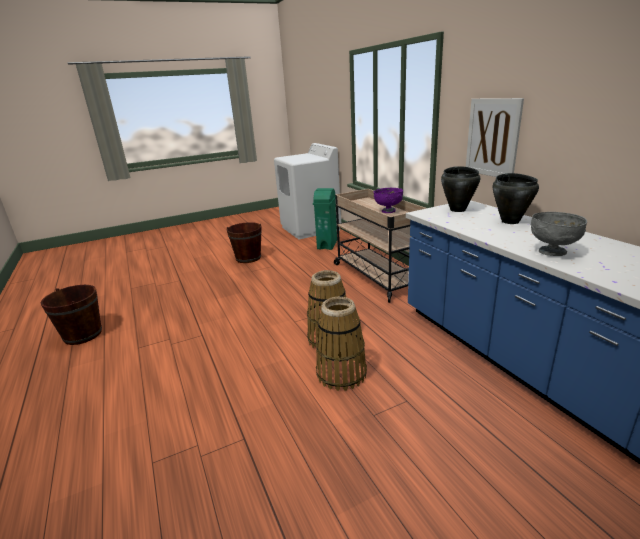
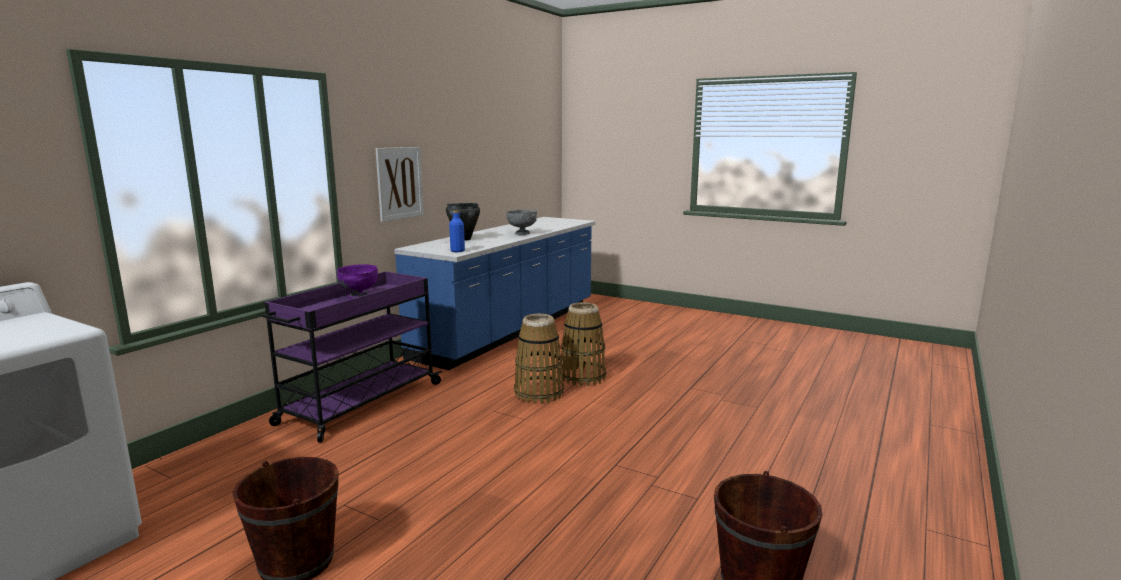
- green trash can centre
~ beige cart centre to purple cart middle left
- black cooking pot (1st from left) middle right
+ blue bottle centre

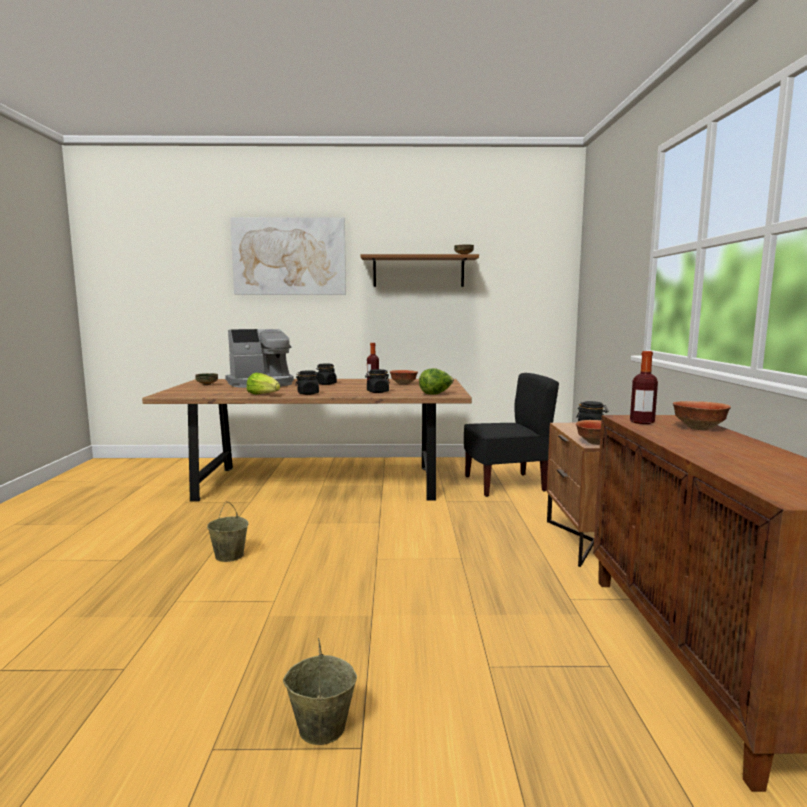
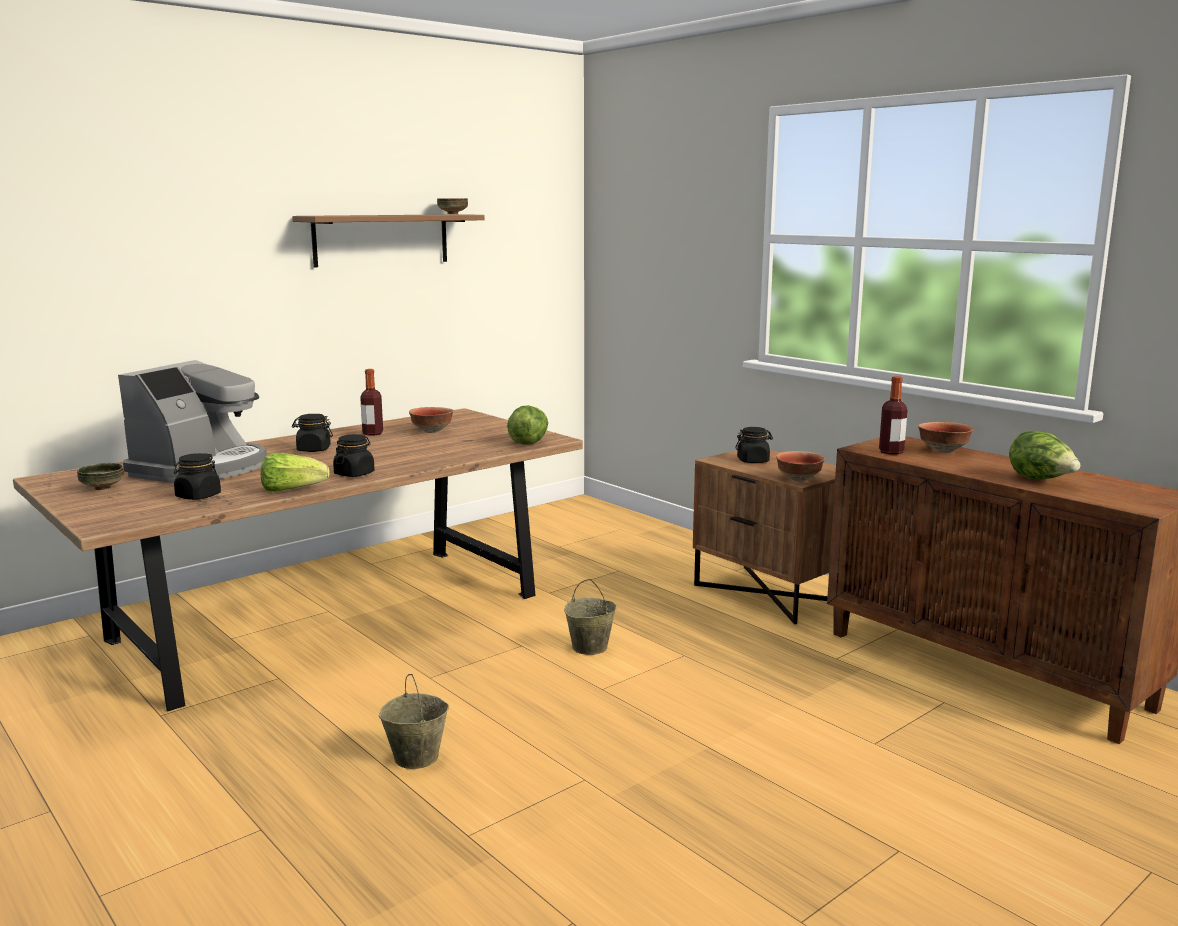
- picture top centre
~ beige bucket (2nd from left) bottom centre to centre
~ black jar (3rd from left in the first image) centre to black jar (1st from left) middle left
- black chair centre
+ lettuce (3rd from left) middle right

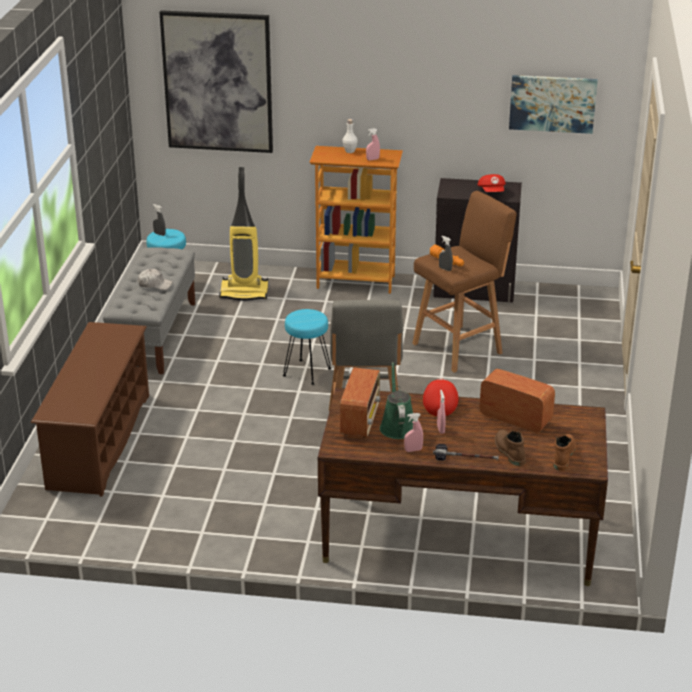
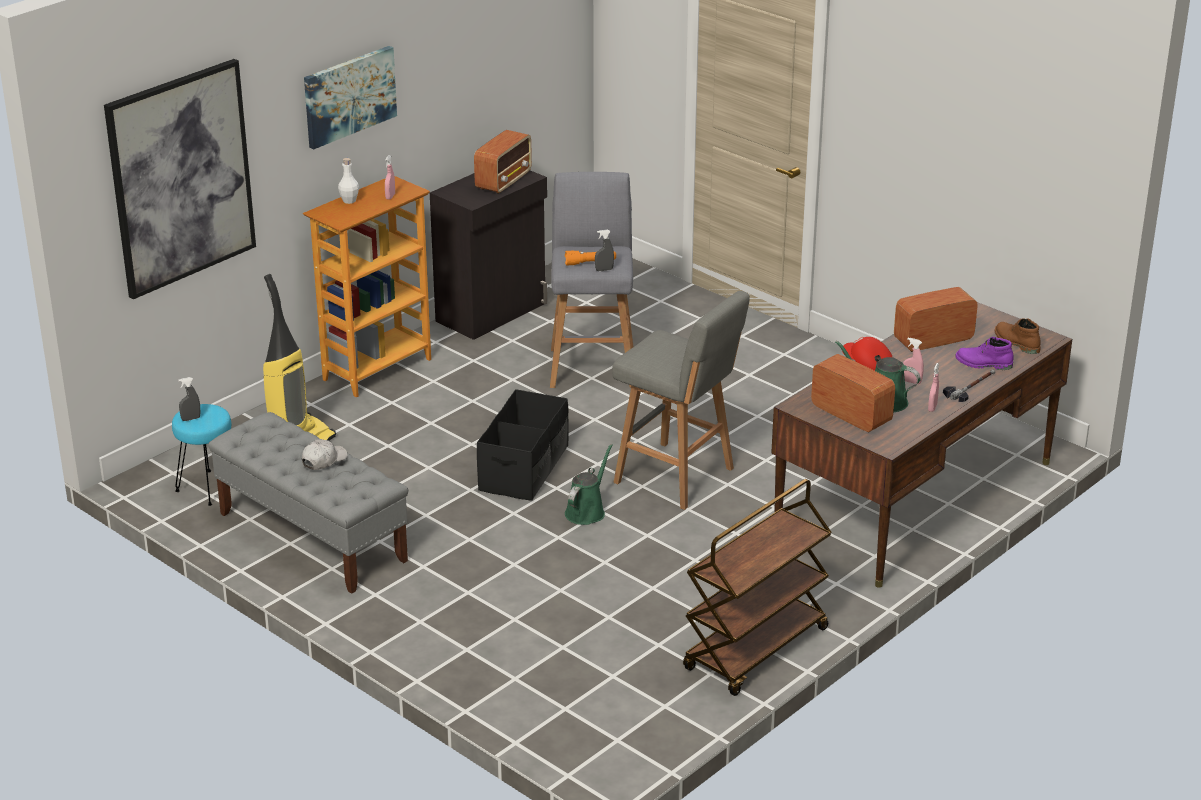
- brown shoe rack middle left
~ turquoise stool (2nd from left) centre to black storage box centre
~ brown stool middle right to grey stool (1st from left) centre
~ red cap (2nd from left) top right to radio (1st from left) top centre
~ brown boot (1st from left) middle right to purple boot middle right
~ picture (2nd from left) top right to top left
+ green watering can (1st from left) centre
+ brown cart bottom centre

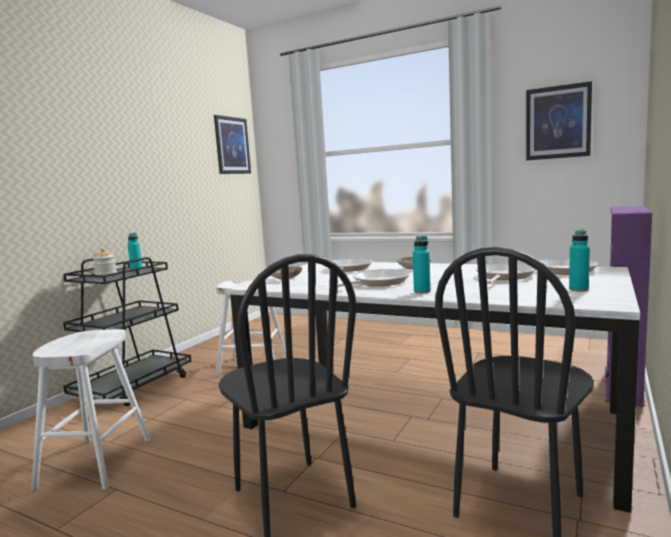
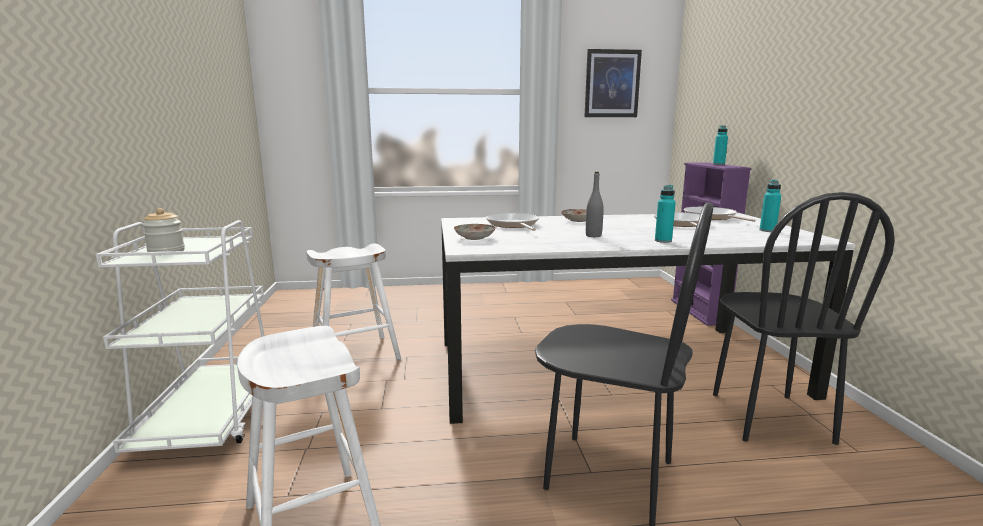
~ black cart middle left to white cart middle left
~ turquoise bottle (1st from left in the first image) middle left to turquoise bottle (2nd from left) top right
- picture (1st from left) top centre
~ frying pan (2nd from left) centre to grey bottle centre

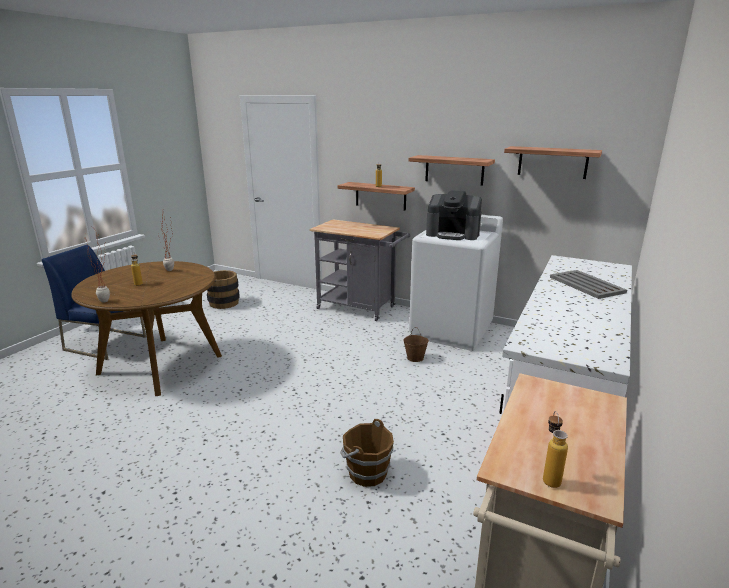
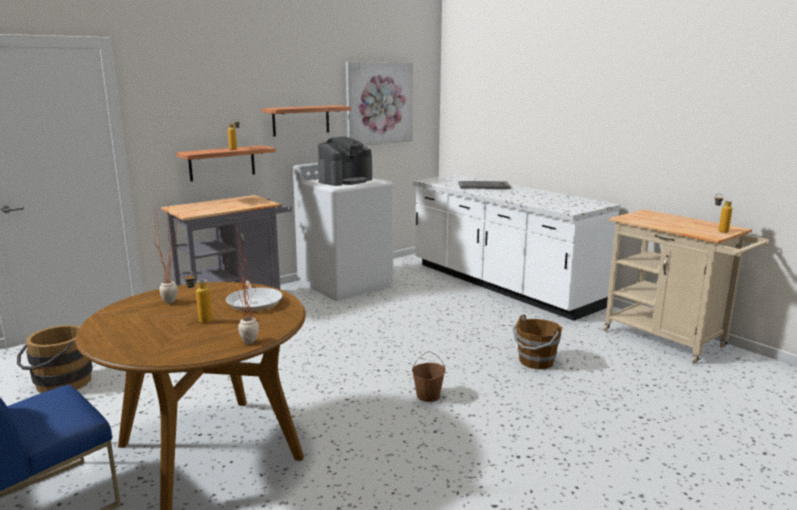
~ brown bucket (3rd from left in the first image) centre to brown bucket (2nd from left) bottom centre
~ shelf (3rd from left) top right to picture top centre
+ frying pan middle left

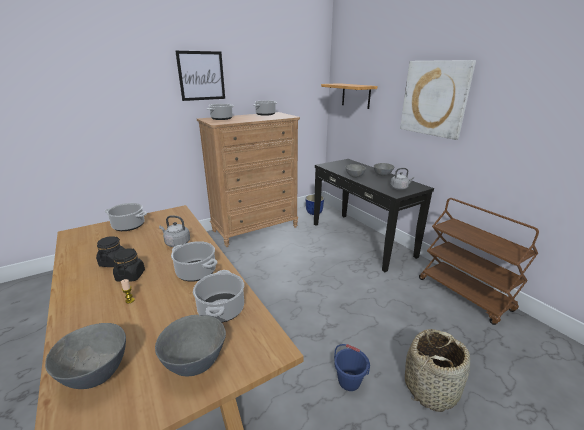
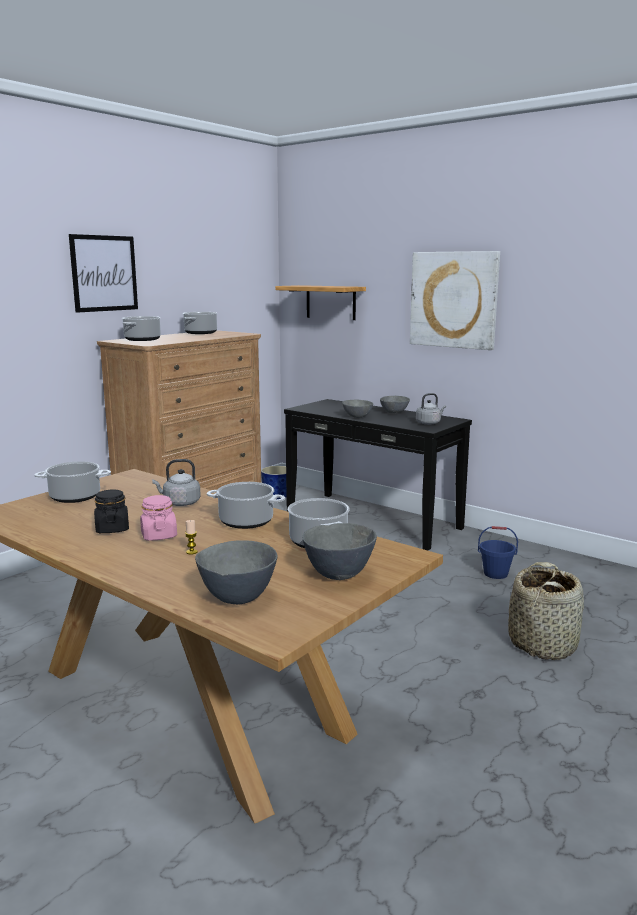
~ black jar (2nd from left) middle left to pink jar middle left
~ blue bucket bottom centre to middle right
- brown cart middle right

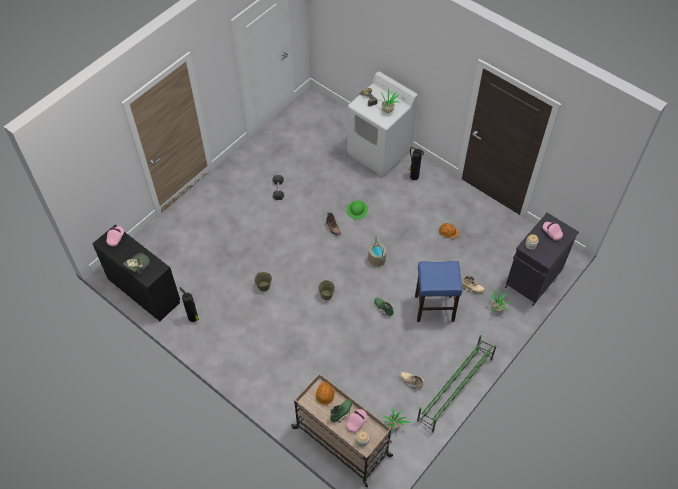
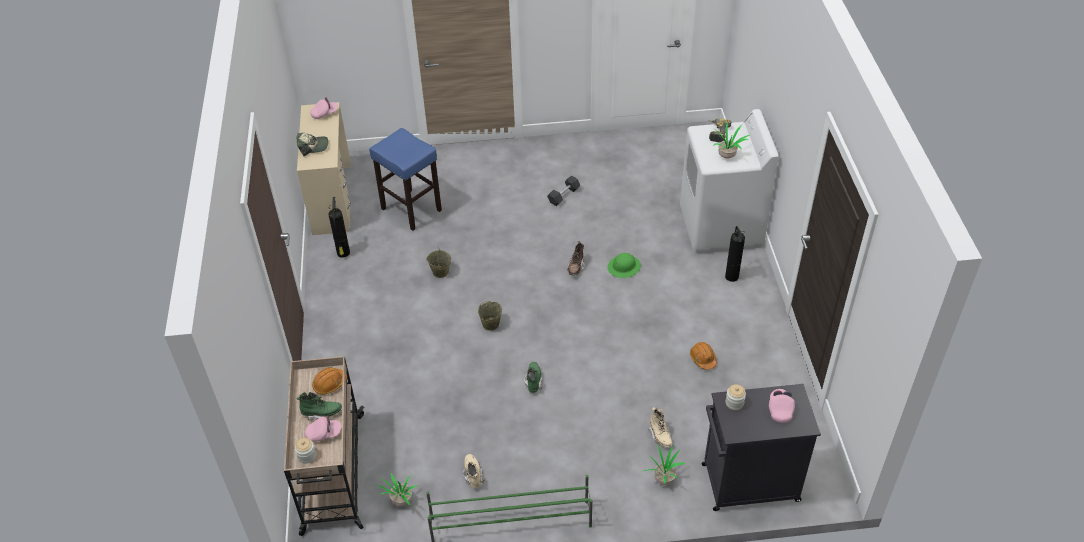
~ black desk middle left to beige desk top left
- beige bucket (3rd from left) centre
~ blue stool centre to top centre

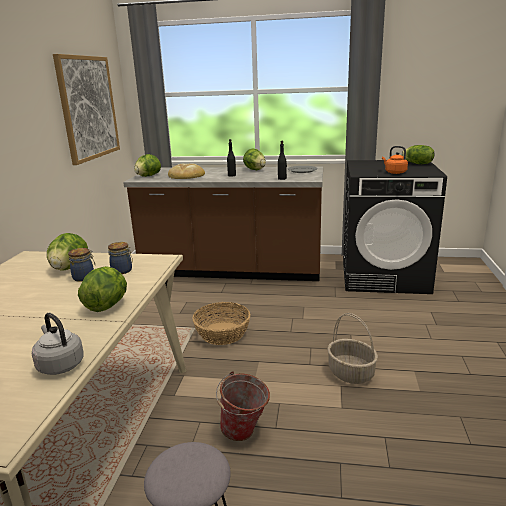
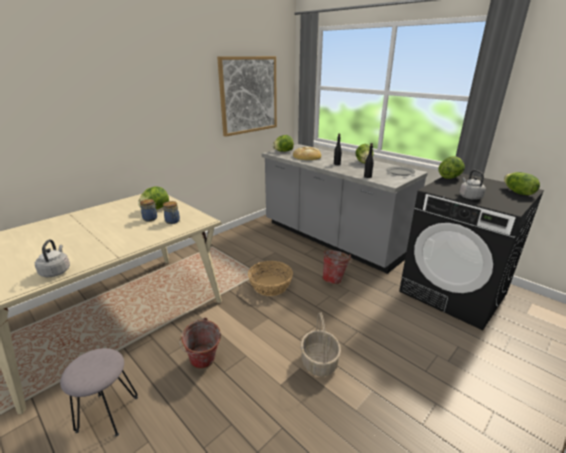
~ lettuce (2nd from left in the first image) middle left to lettuce (4th from left) middle right
~ brown counter centre to grey counter centre
~ orange kettle top right to grey kettle (2nd from left) middle right
+ bucket (2nd from left) centre

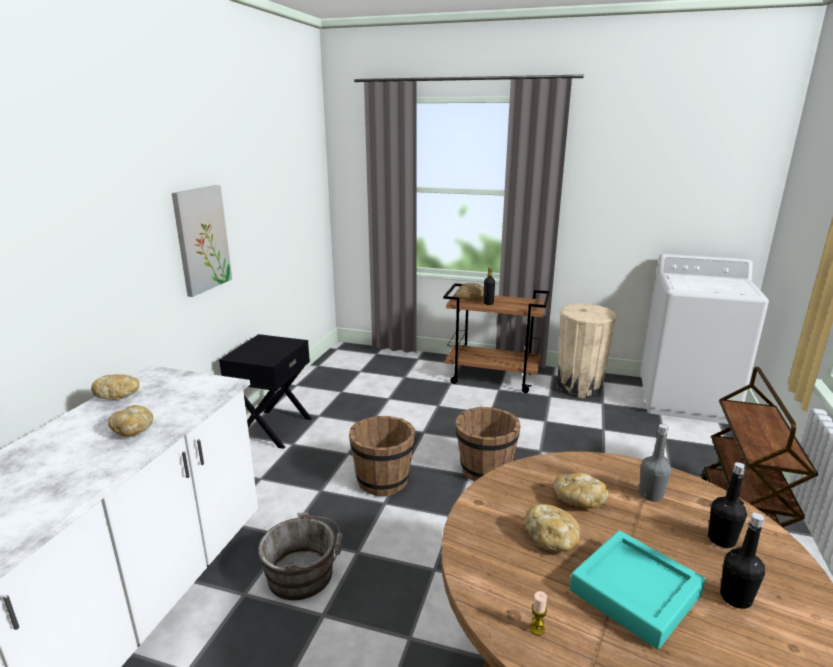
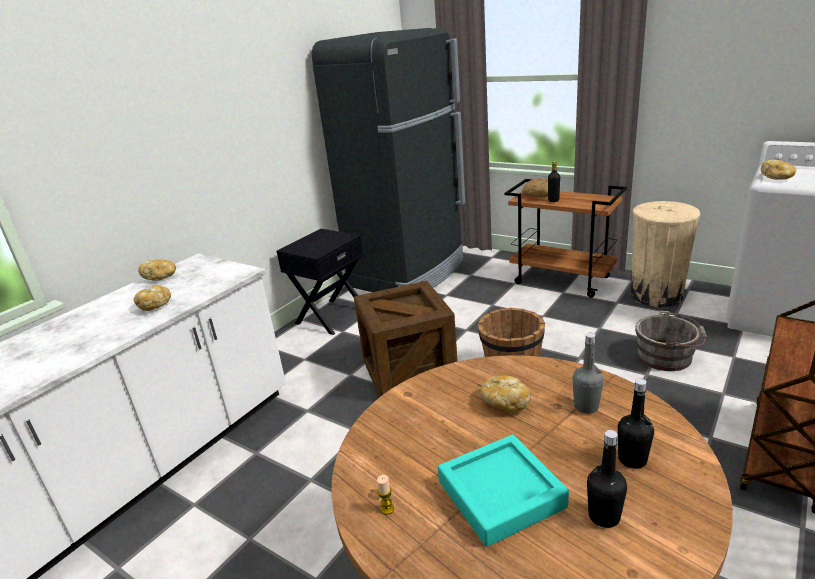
- picture middle left
~ grey bucket bottom centre to middle right
~ brown bucket (1st from left) bottom centre to crate centre
~ bread (4th from left in the first image) bottom centre to bread (5th from left) top right
+ black fridge top centre

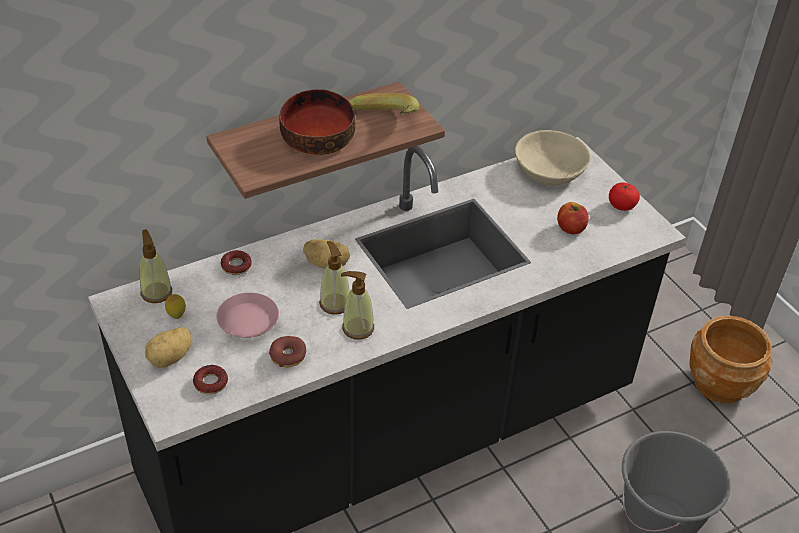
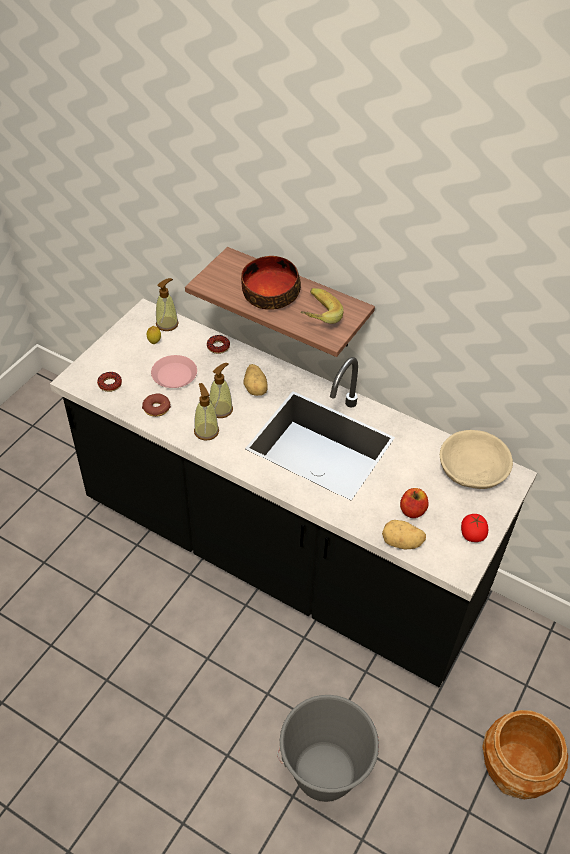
~ potato (1st from left in the first image) middle left to potato (2nd from left) middle right

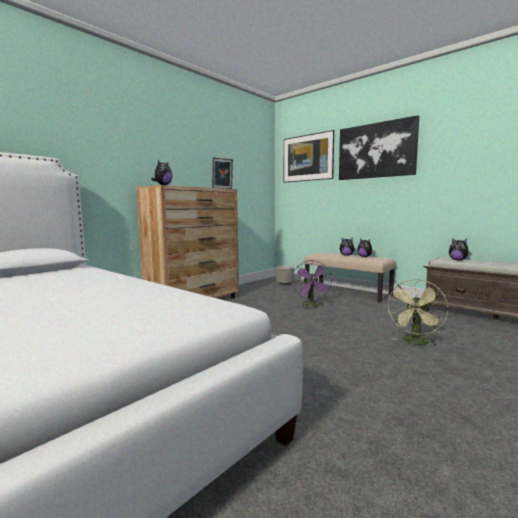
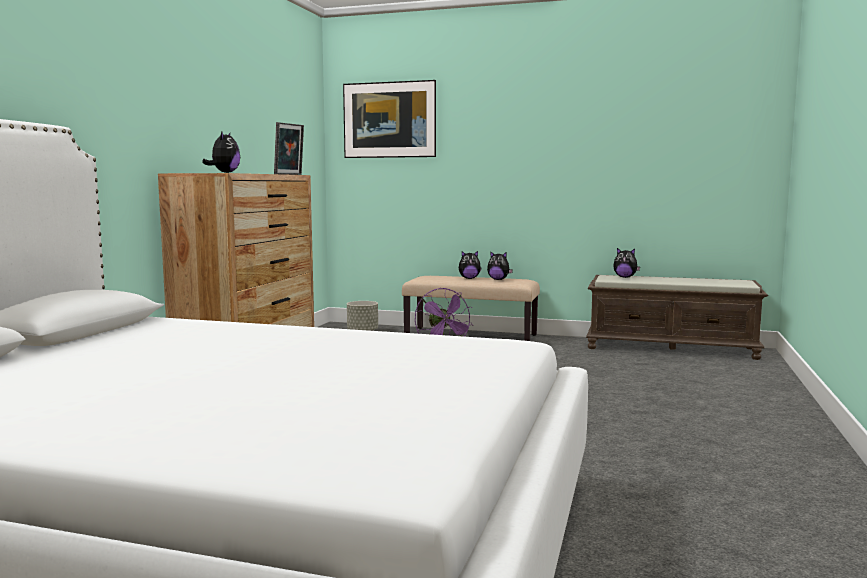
- picture (2nd from left) top right
- green fan middle right

